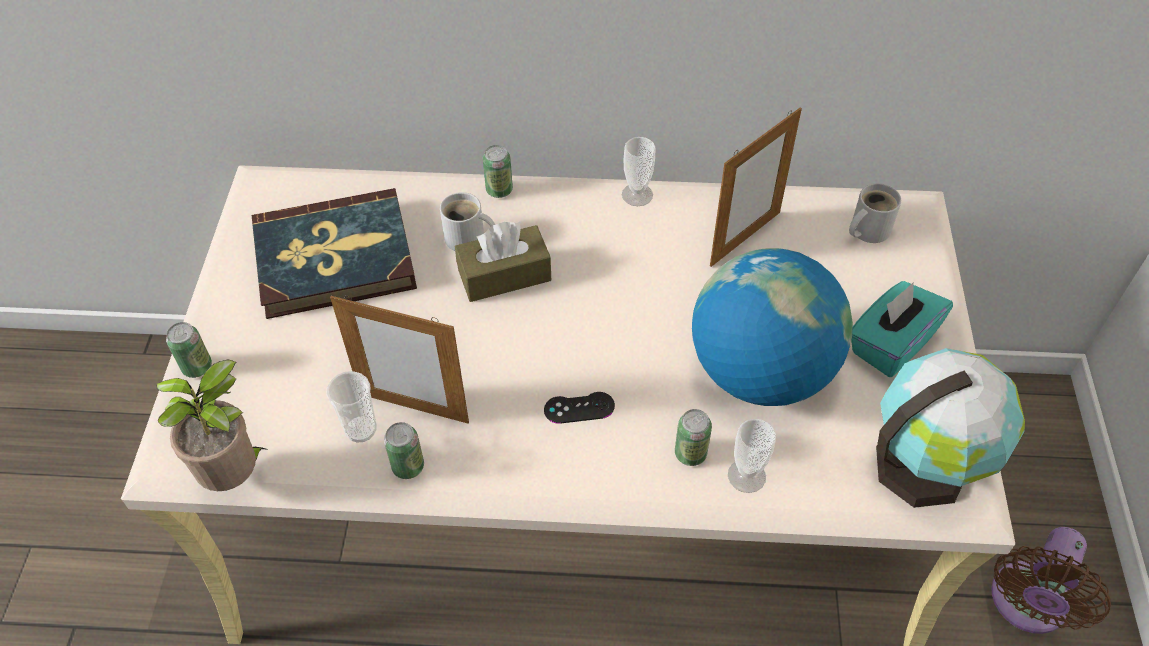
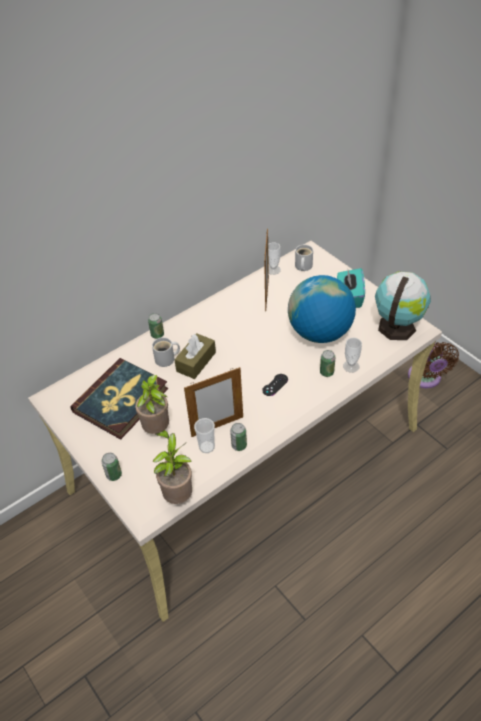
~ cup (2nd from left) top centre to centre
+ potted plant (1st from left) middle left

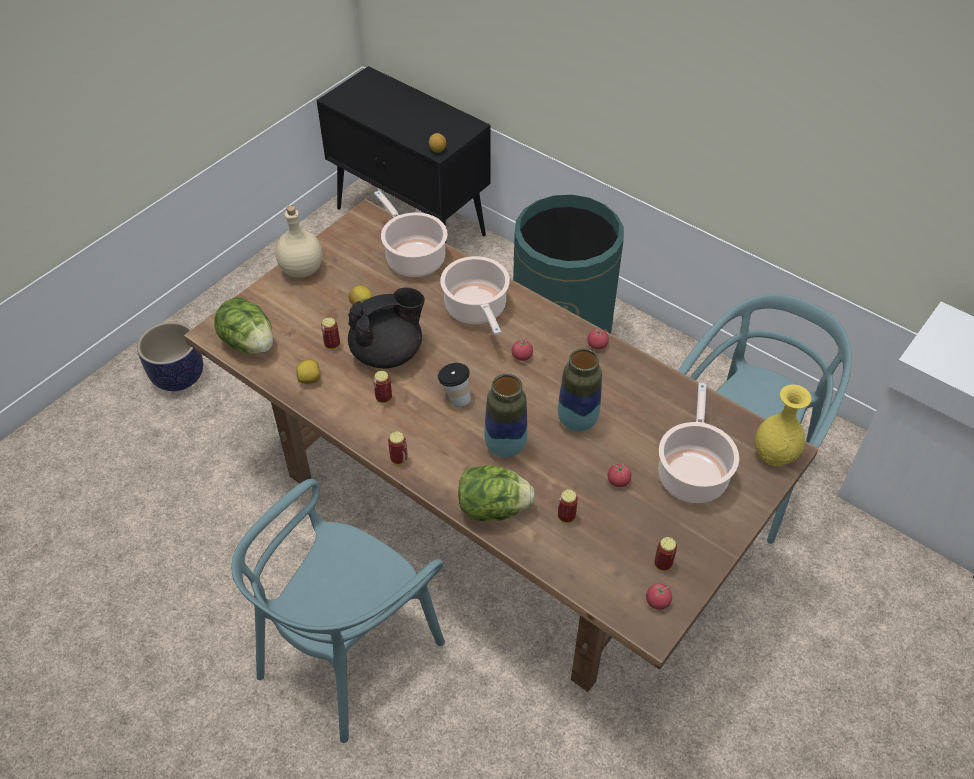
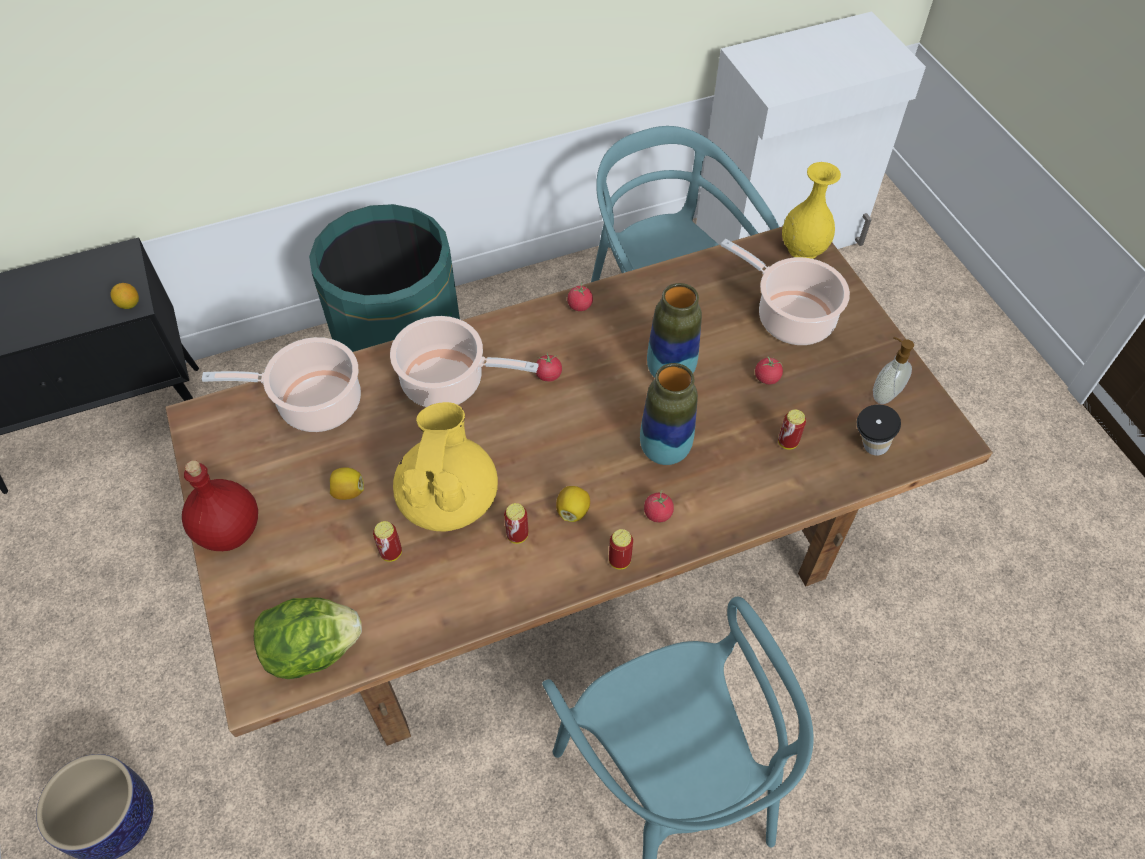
~ beige bottle top left to red bottle middle left
~ lemon (1st from left in the first image) middle left to lemon (3rd from left) centre
~ black teapot centre to yellow teapot centre
~ cup centre to middle right
- lettuce (2nd from left) centre
~ tomato (4th from left in the first image) bottom right to tomato (3rd from left) centre
~ can (5th from left) bottom right to soap dispenser middle right

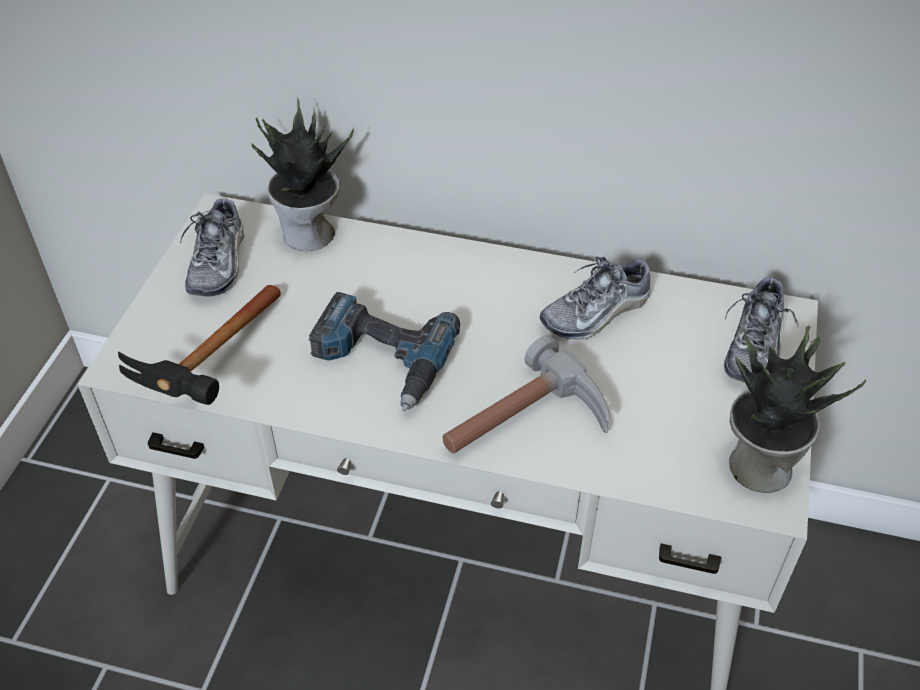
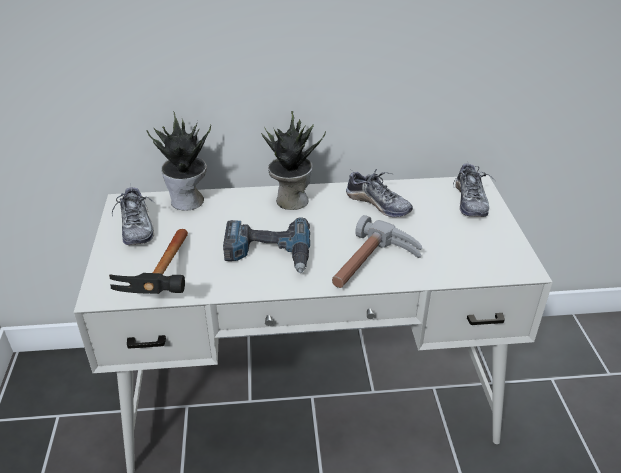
~ shoe (2nd from left) centre = centre 90 degrees counterclockwise
~ potted plant (2nd from left) middle right to centre

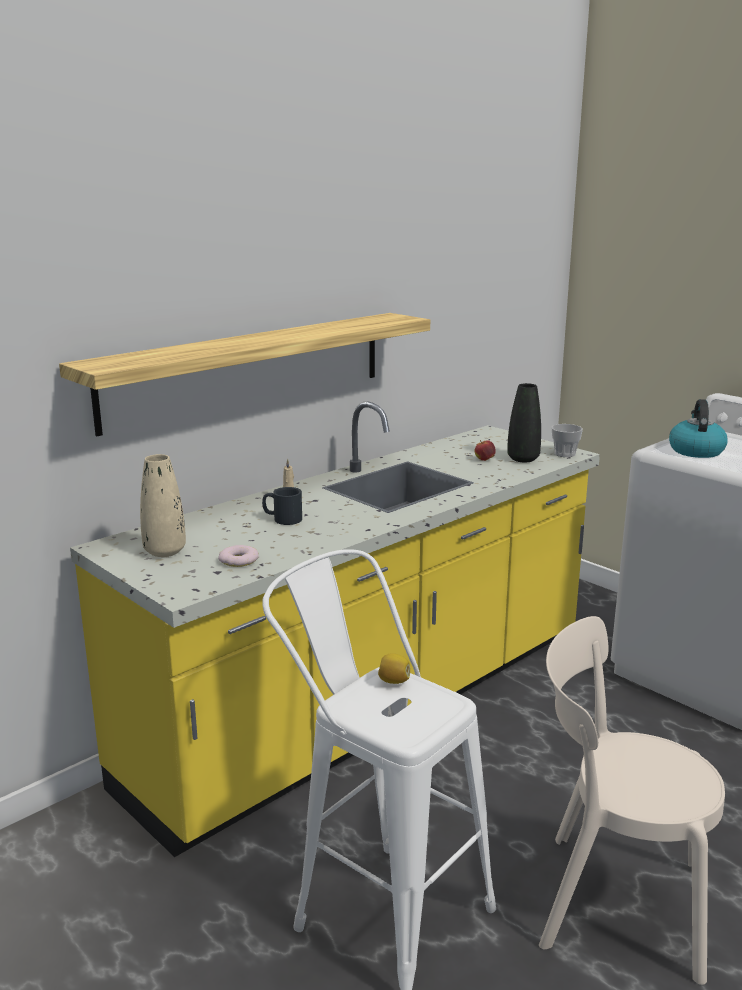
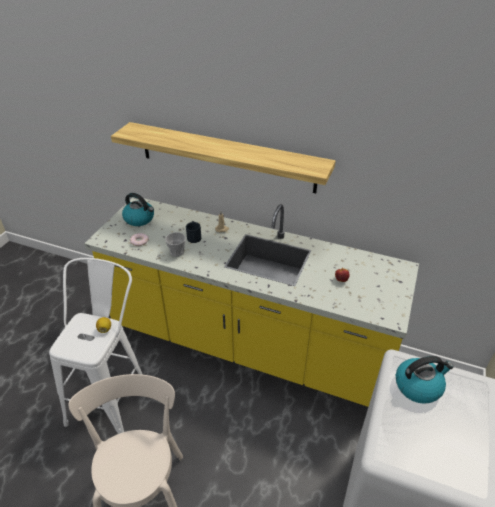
~ beige vase middle left to kettle (1st from left) middle left
- black vase middle right
~ cup middle right to centre

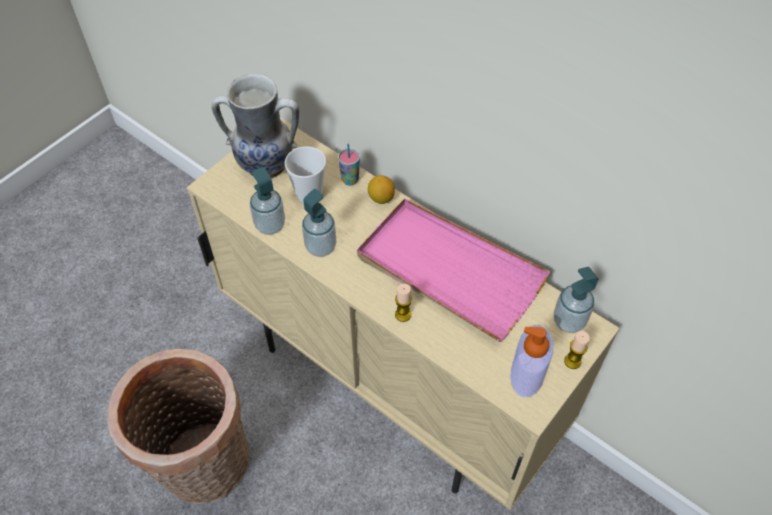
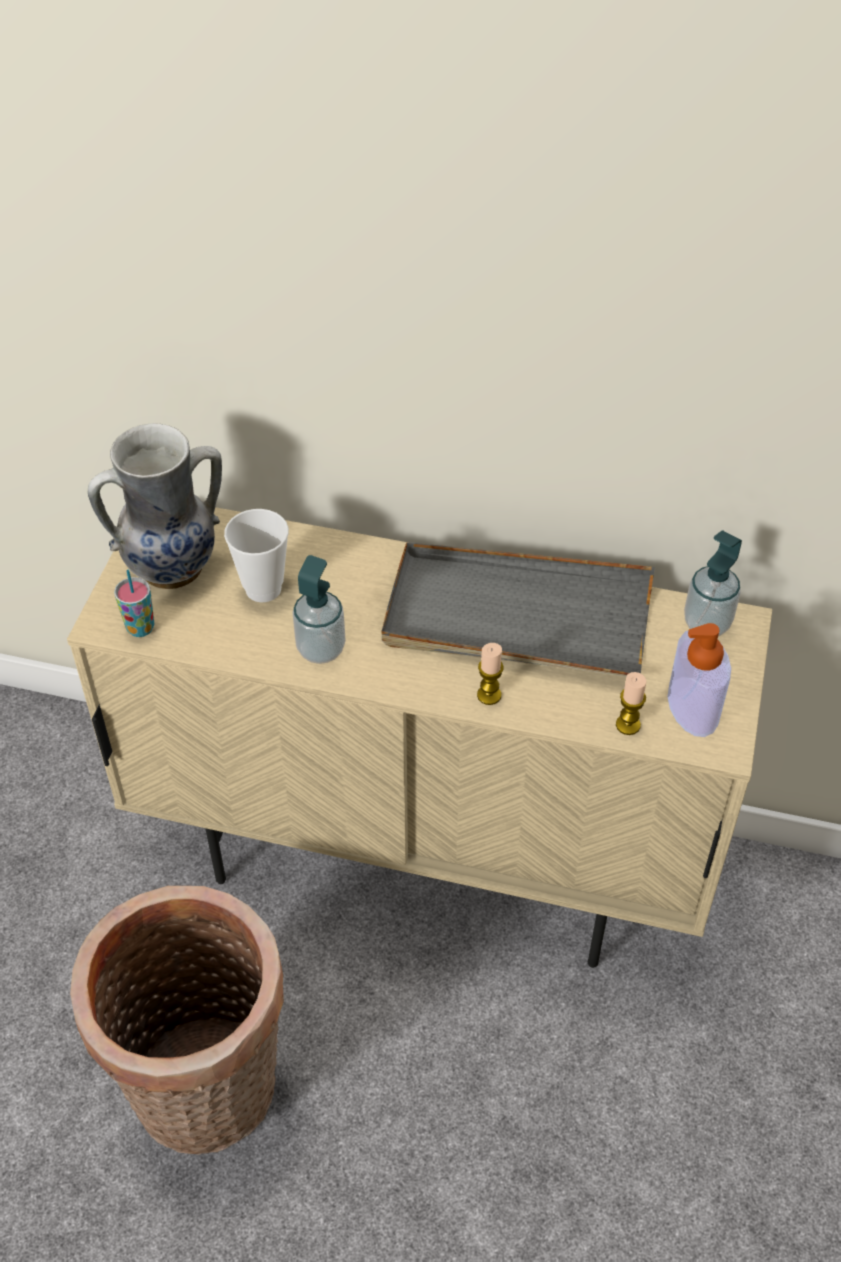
- soap dispenser (1st from left) centre
~ cup (2nd from left in the first image) top centre to cup (1st from left) middle left
~ pink tray centre to grey tray centre
- lemon centre
~ candle (2nd from left) bottom right to middle right

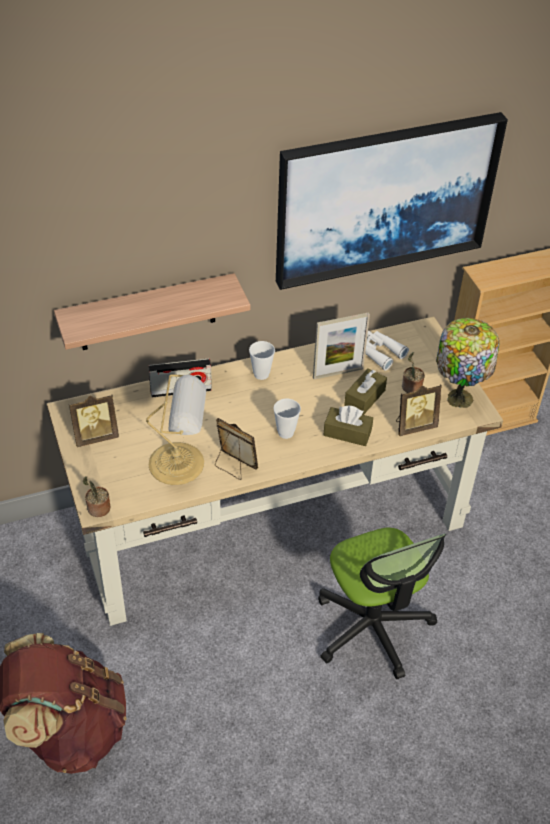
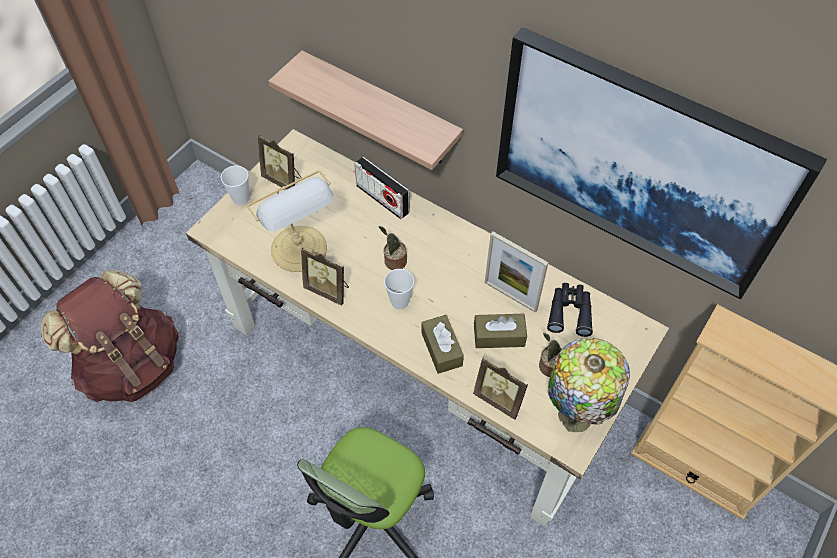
~ potted plant (1st from left) middle left to centre
~ picture frame (2nd from left) centre = centre 120 degrees clockwise
~ cup (1st from left) centre to top left
~ white binoculars middle right to black binoculars middle right

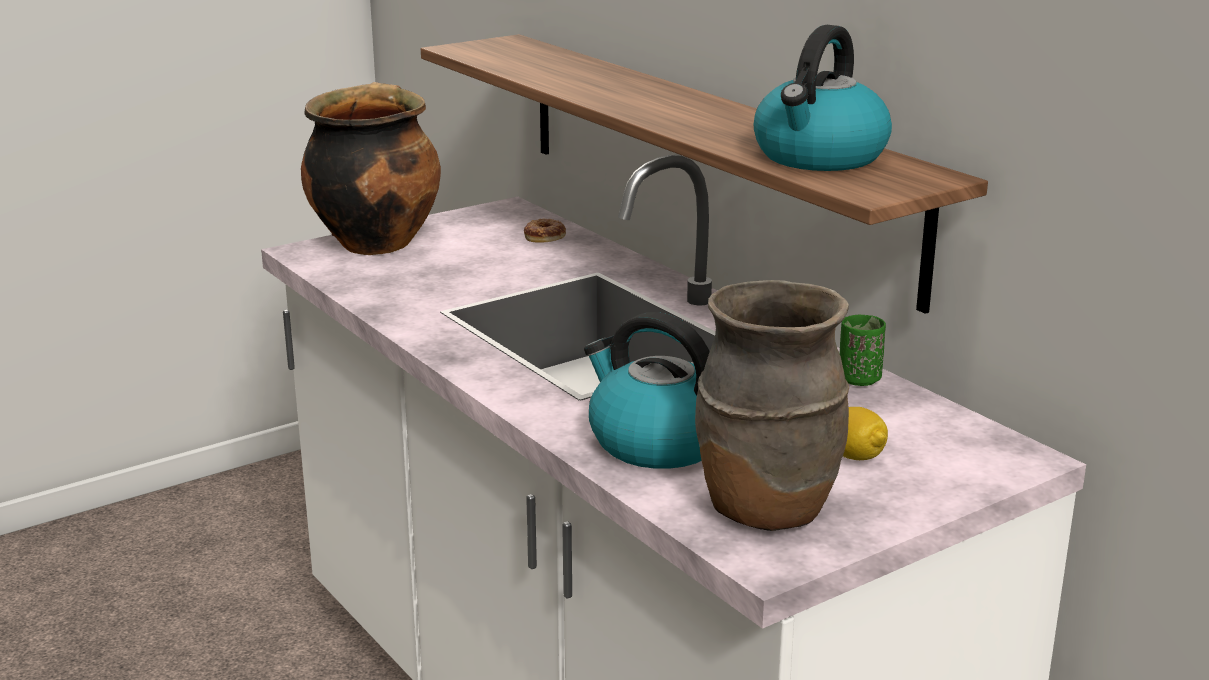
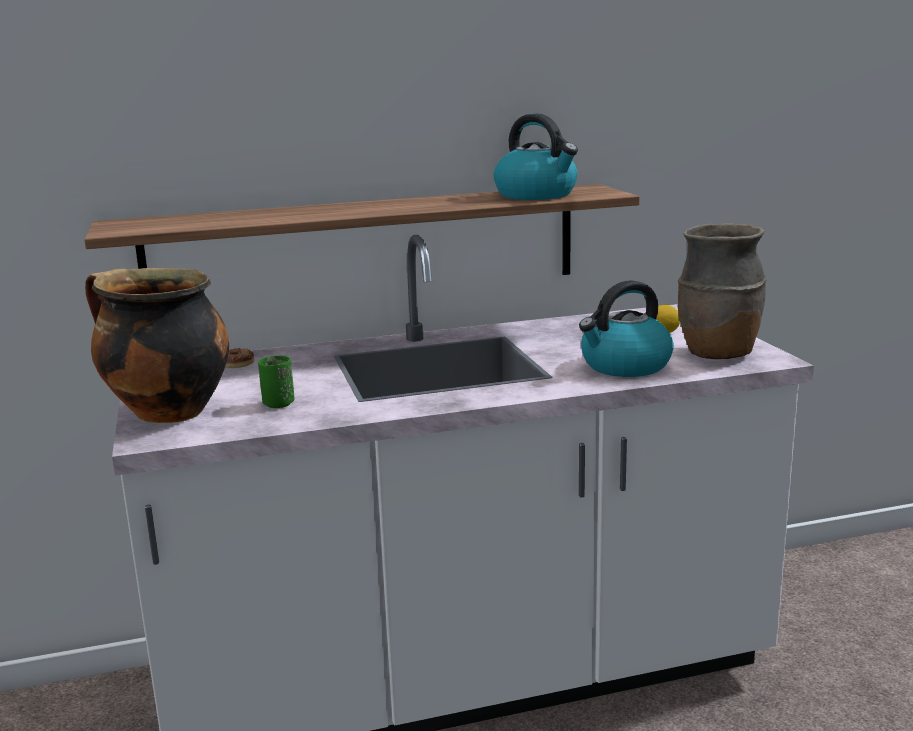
~ green cup middle right to middle left

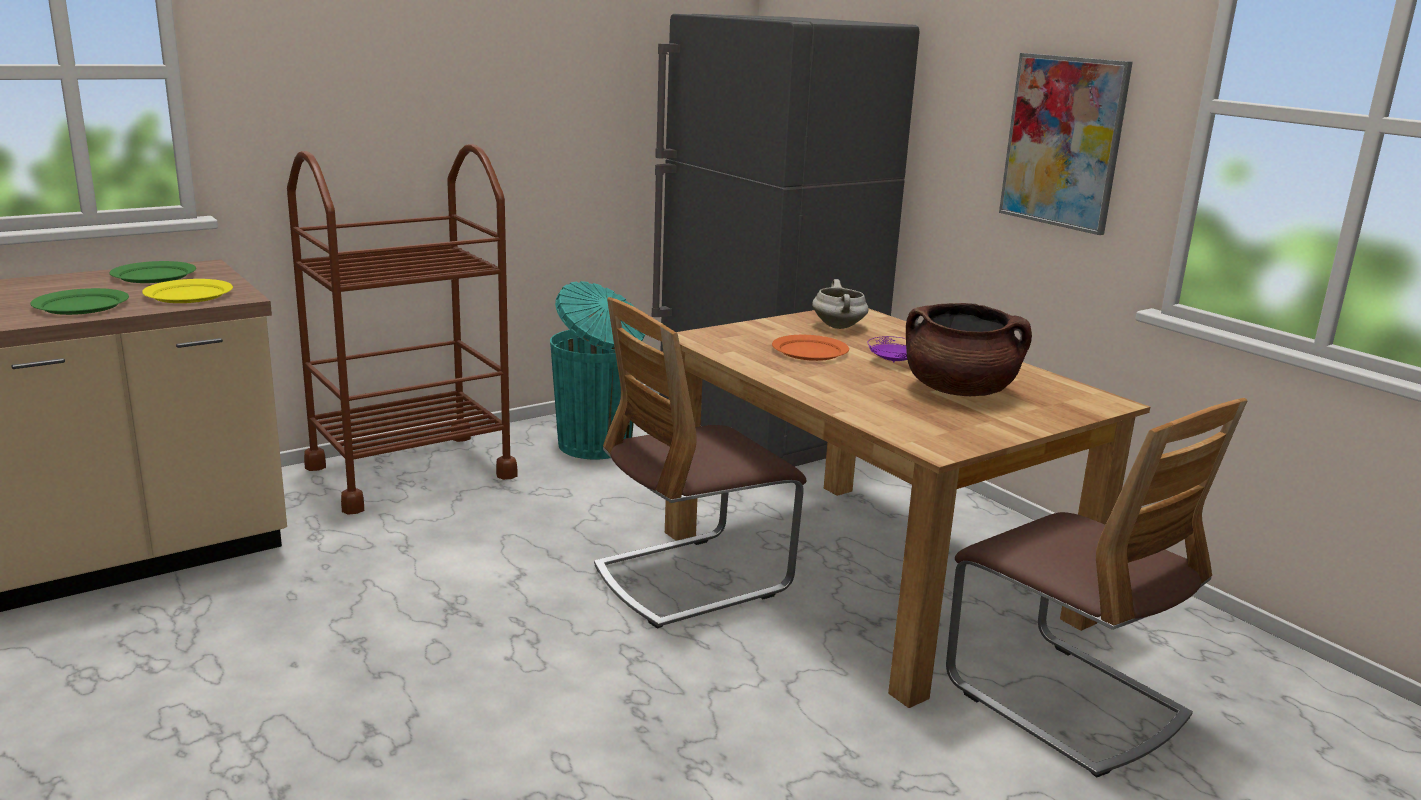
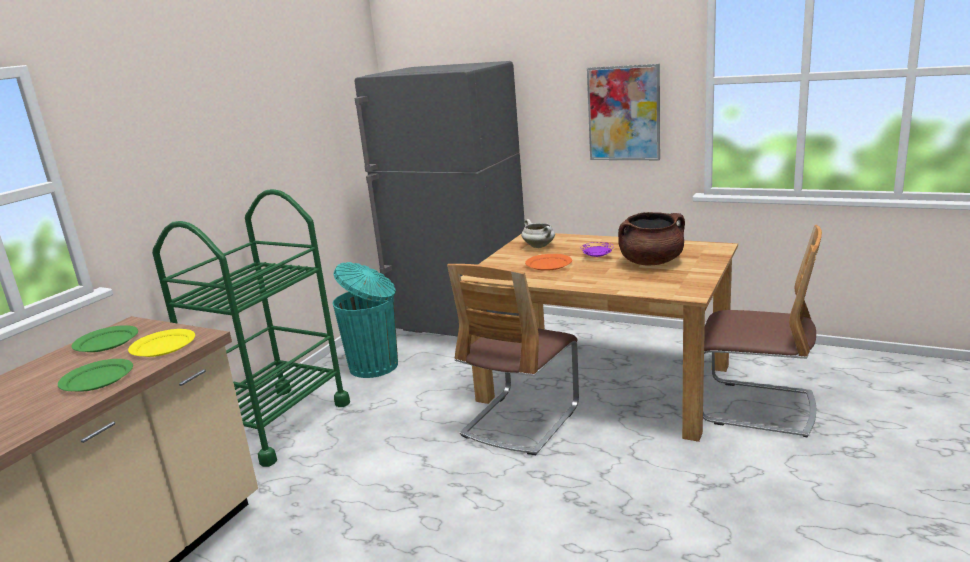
~ brown cart middle left to green cart middle left

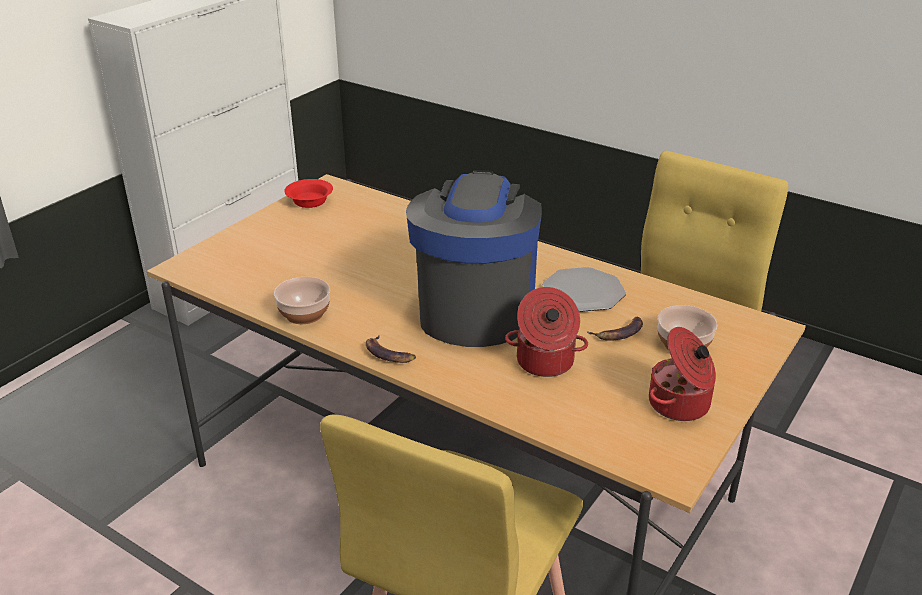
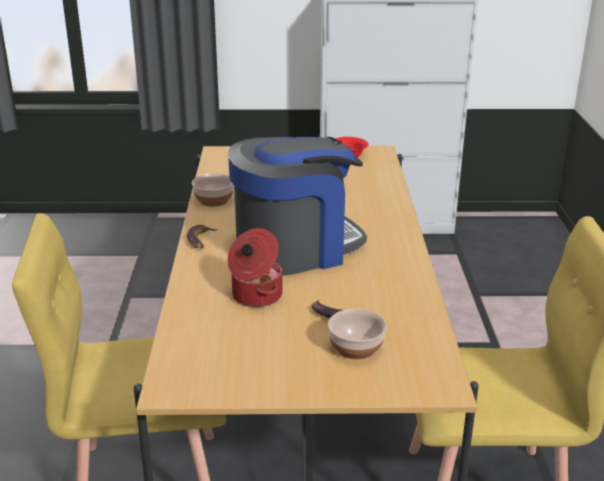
- plate centre
- cooking pot (2nd from left) middle right

